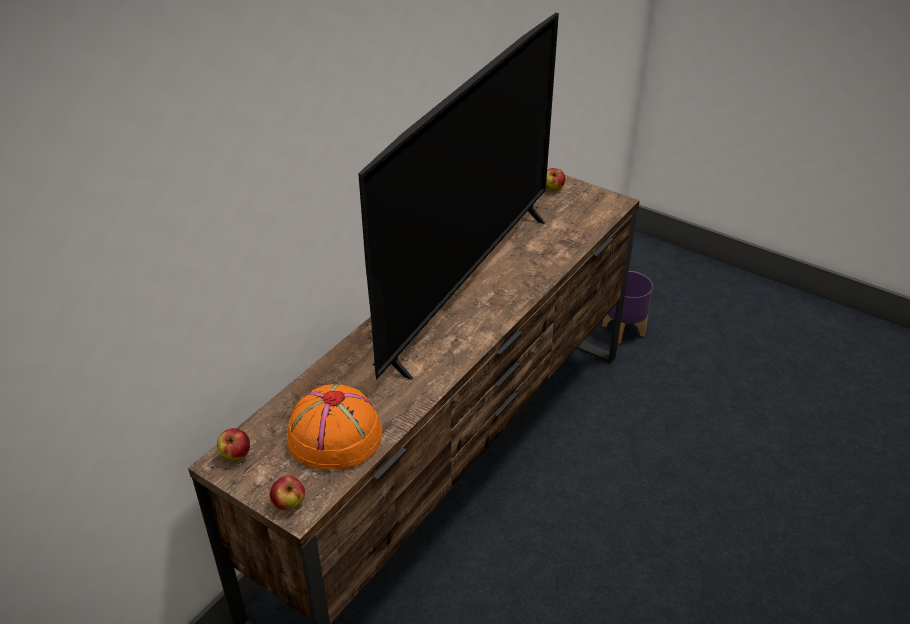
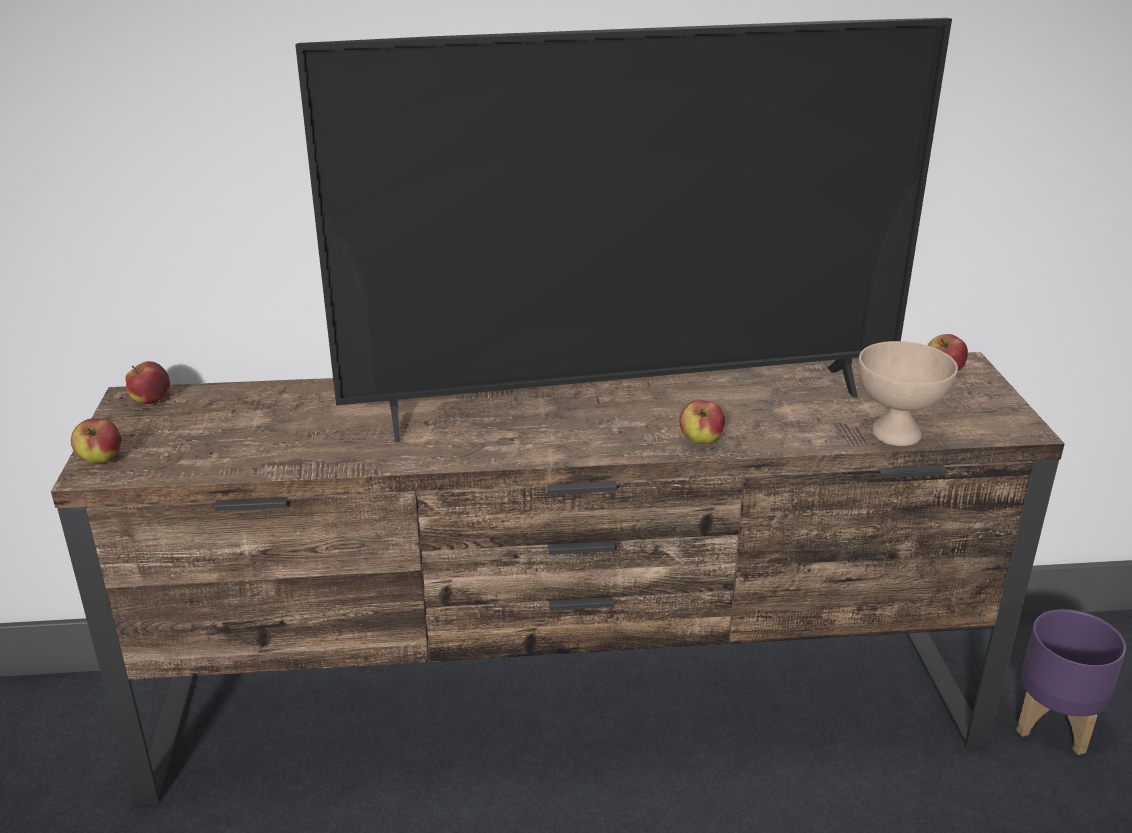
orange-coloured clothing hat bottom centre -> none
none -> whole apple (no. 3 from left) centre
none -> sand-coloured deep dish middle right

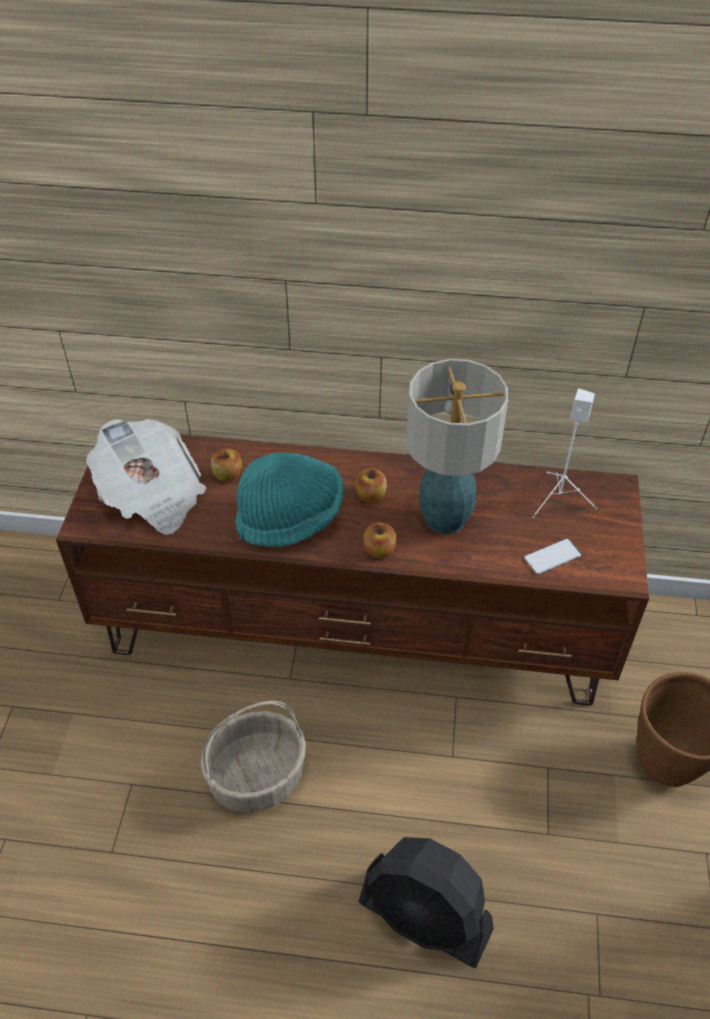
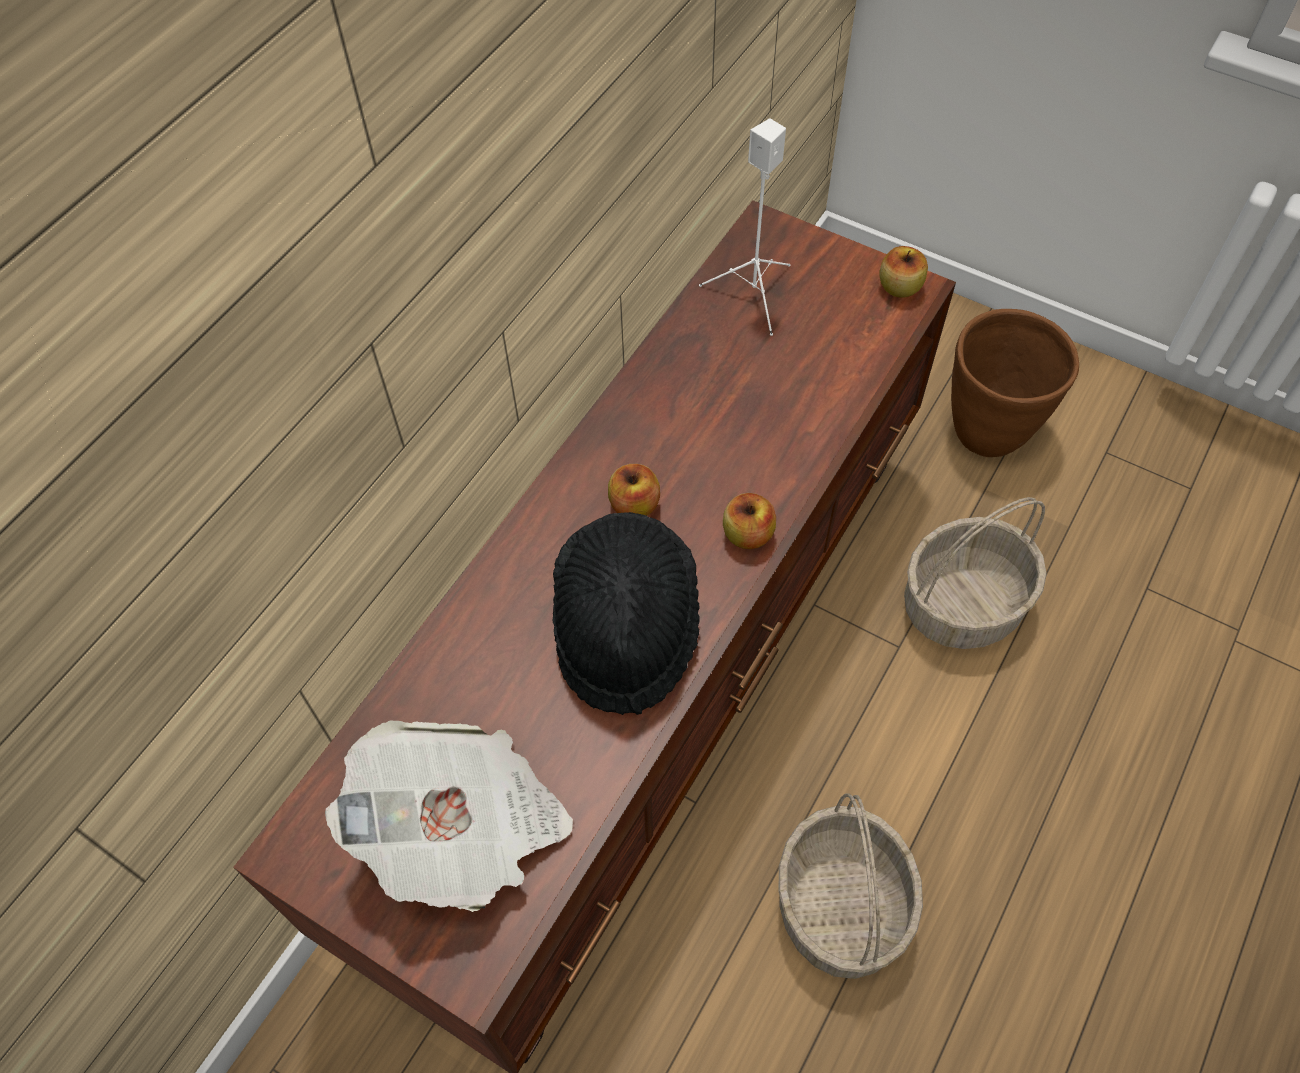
whole apple (no. 1 from left in the first image) middle left -> whole apple (no. 3 from left) top right, shifted
turquoise clothing hat centre -> black clothing hat centre
black cooling fan bottom centre -> none
tabletop lamp centre -> none
phone middle right -> none
none -> storage basket (no. 2 from left) middle right

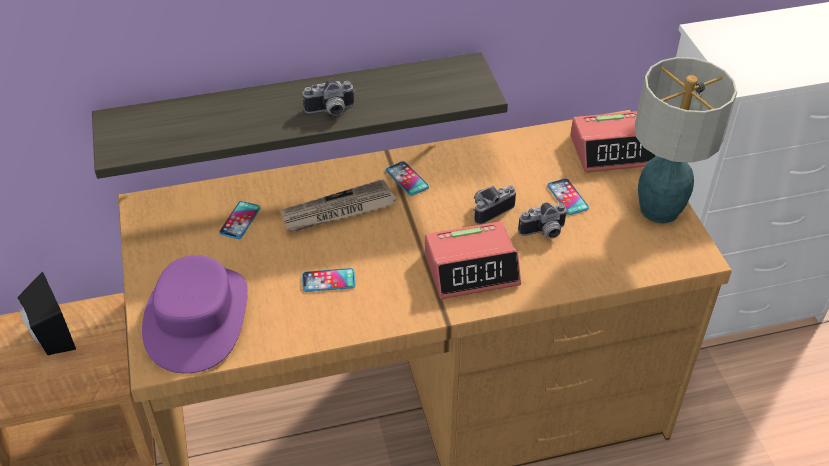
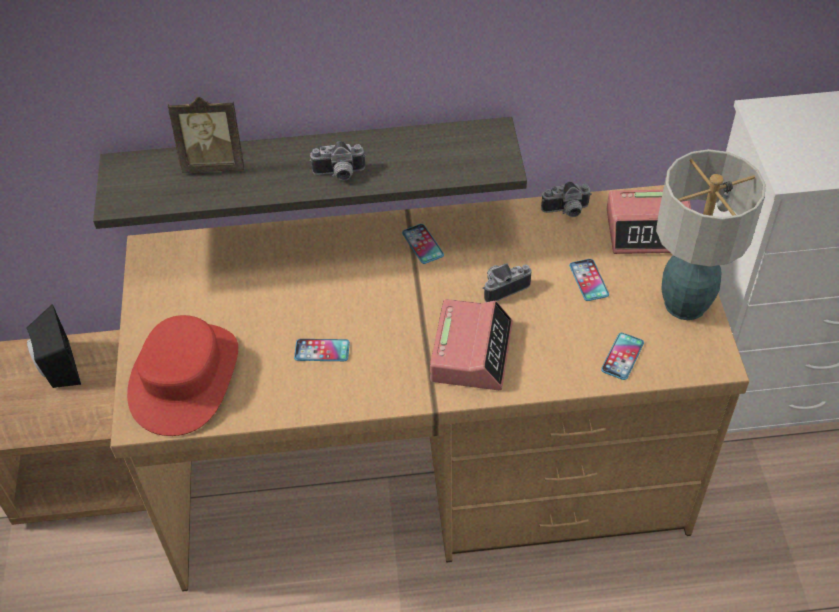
purplish clothing hat bottom left -> red clothing hat middle left
phone (no. 1 from left in the first image) middle left -> phone (no. 4 from left) middle right, shifted
newspaper centre -> none
bedside clock (no. 1 from left) centre, 75 degrees counterclockwise
photo camera (no. 3 from left) centre -> photo camera (no. 3 from left) top right, shifted
none -> picture frame top left

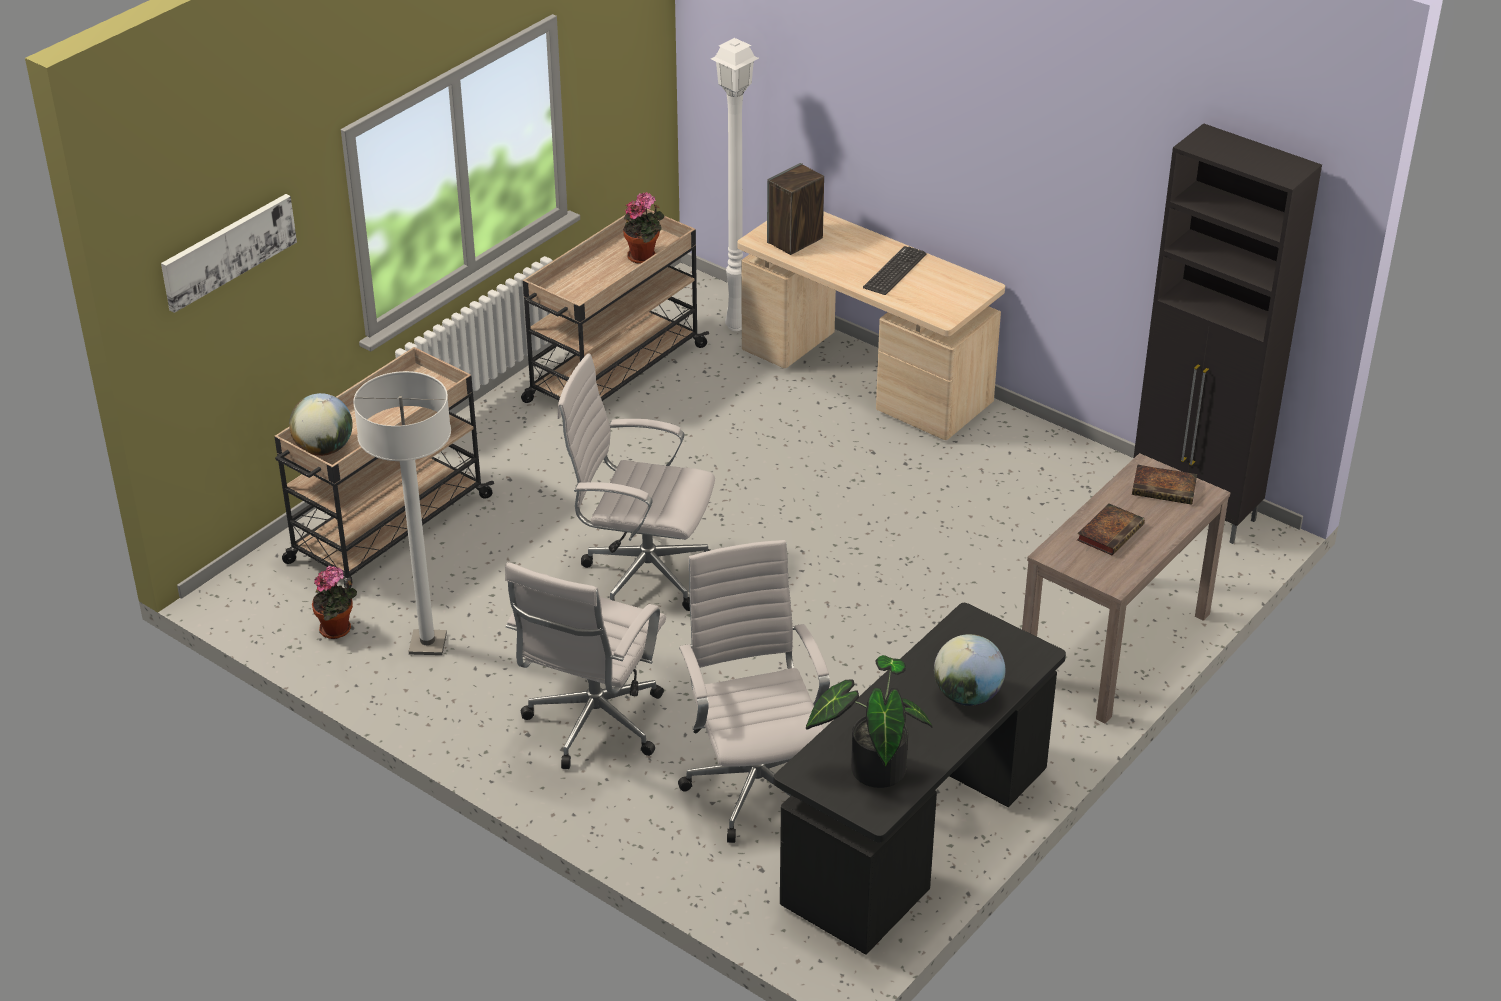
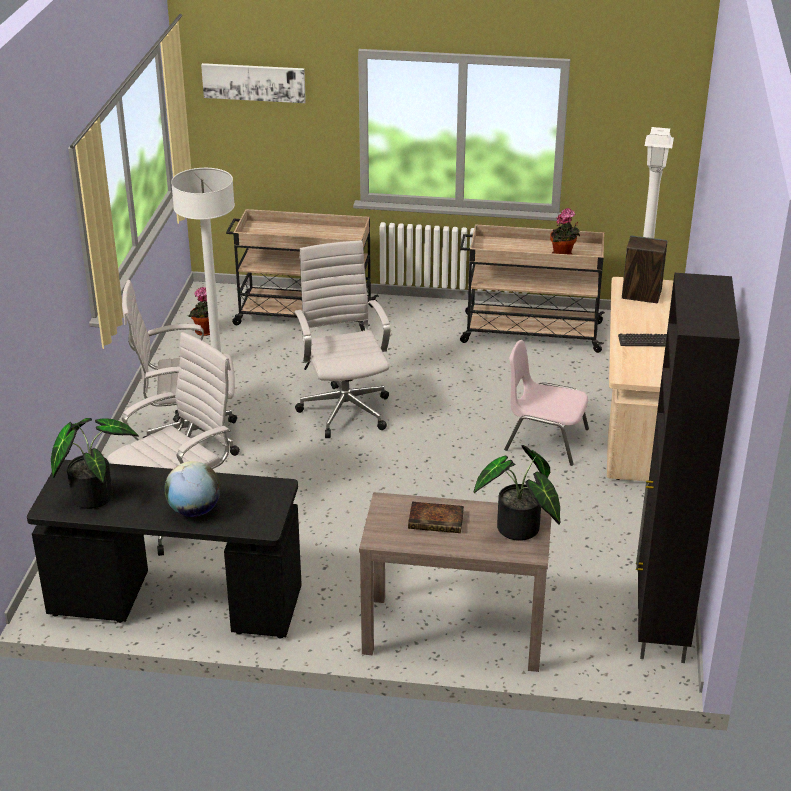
desk globe (no. 1 from left) middle left -> none
book (no. 2 from left) middle right -> houseplant (no. 3 from left) centre
none -> pinkish plain chair middle right

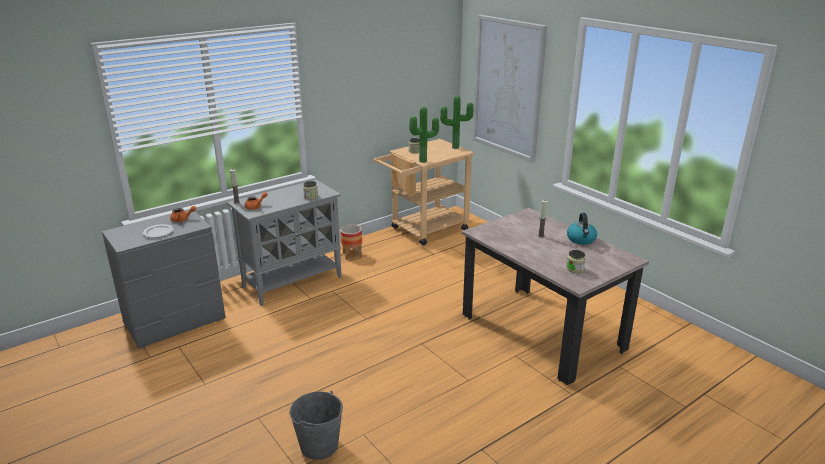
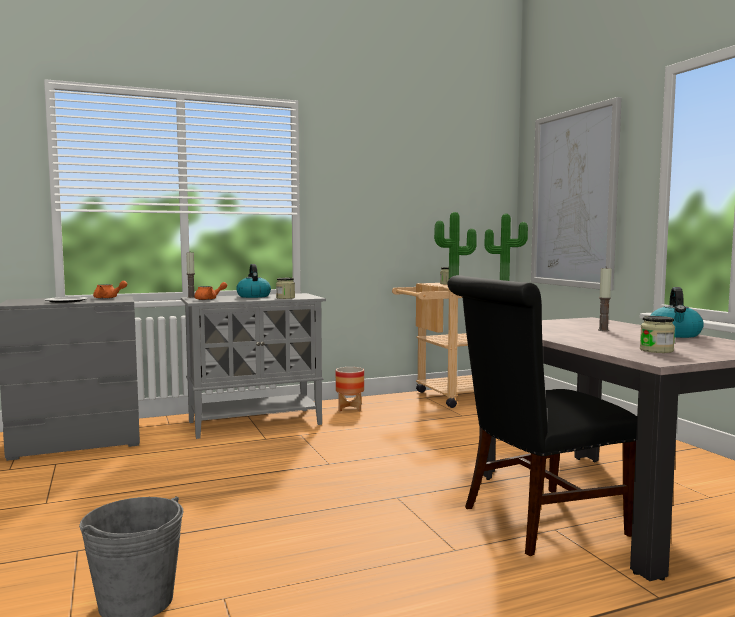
none -> water kettle (no. 1 from left) centre
none -> black plain chair bottom right

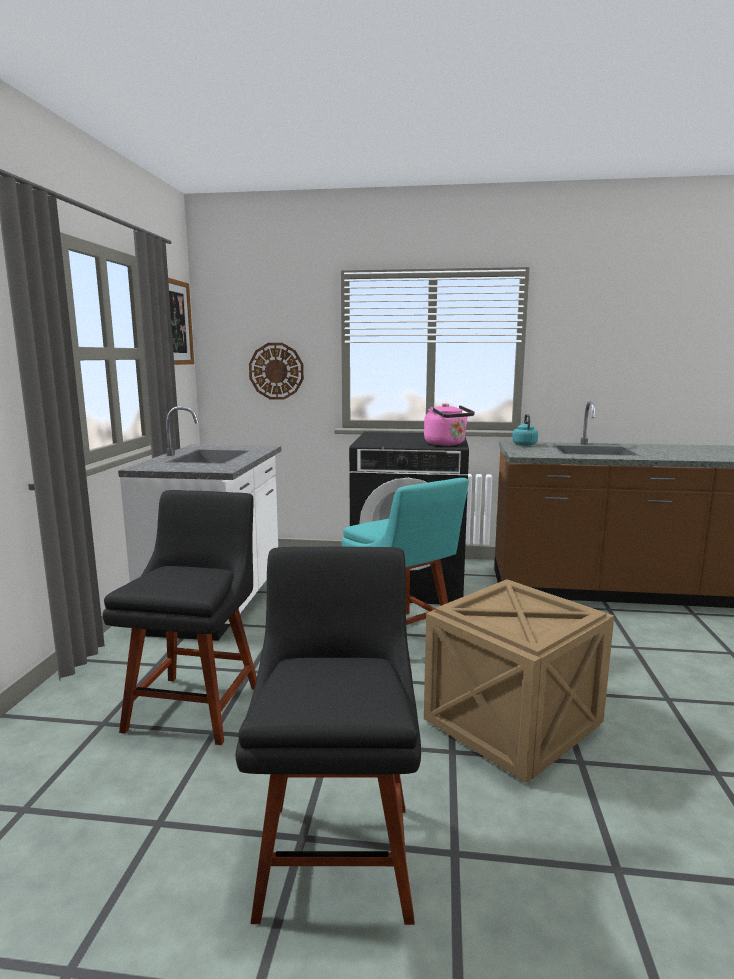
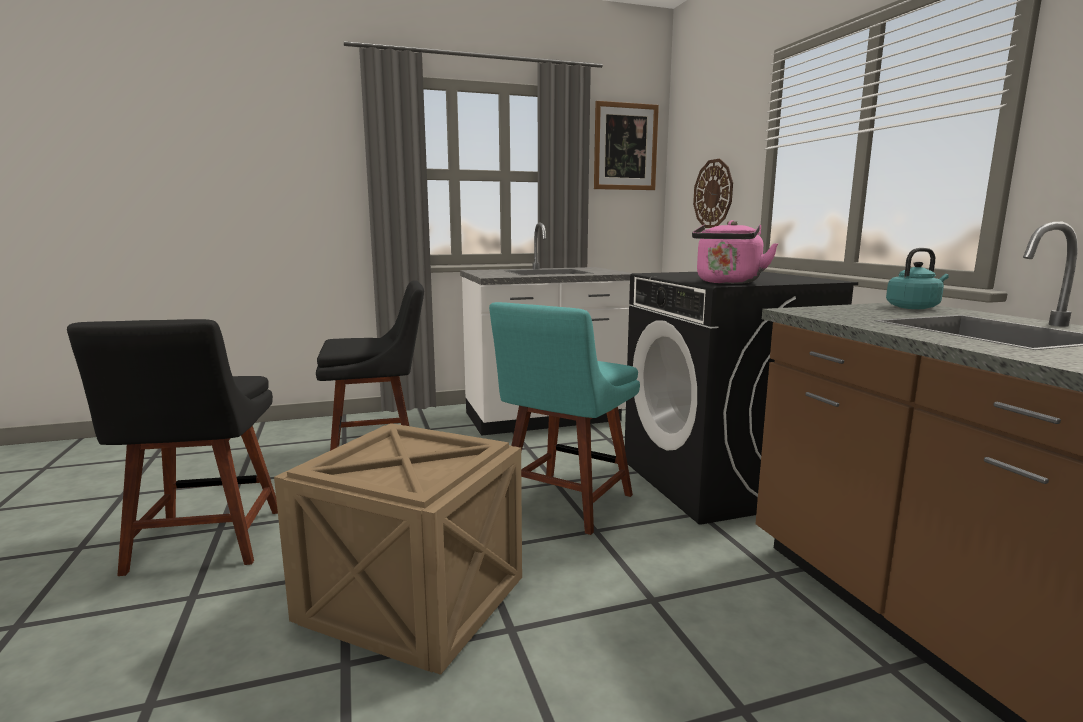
black plain chair (no. 2 from left in the first image) bottom centre -> black plain chair (no. 1 from left) middle left, 105 degrees clockwise

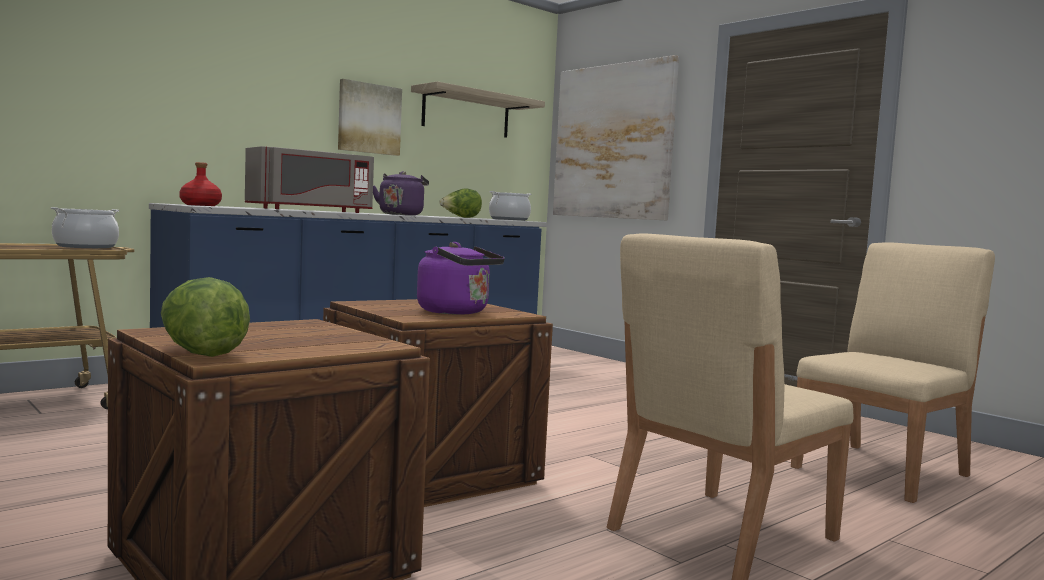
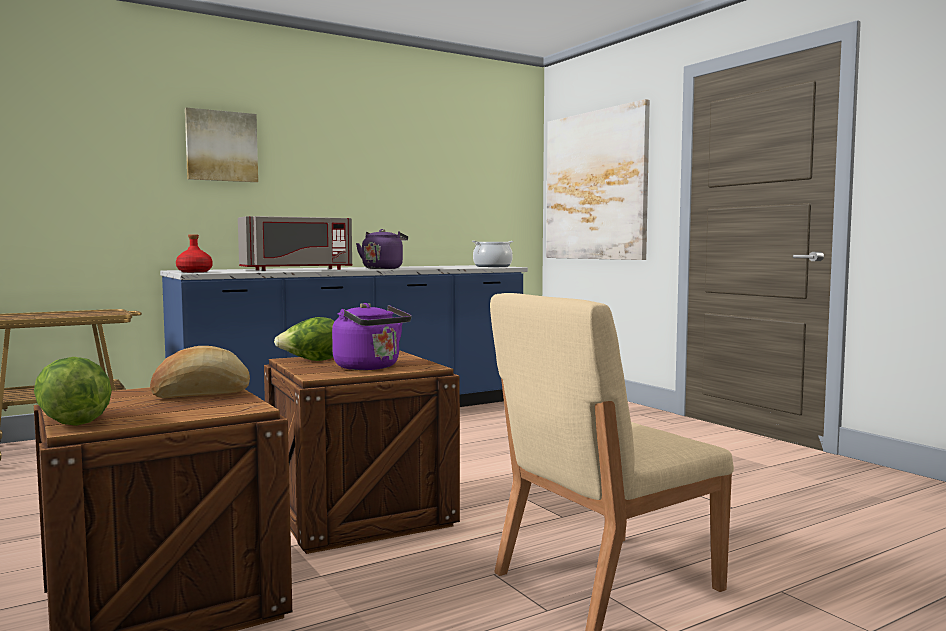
cooking pot (no. 1 from left) middle left -> none
wall art (no. 1 from left) top centre -> wall art (no. 1 from left) top left, shifted
wall shelf top centre -> none
lettuce head (no. 2 from left) centre -> lettuce head (no. 2 from left) middle left, shifted
sand-coloured plain chair (no. 2 from left) middle right -> none
none -> baked bread middle left

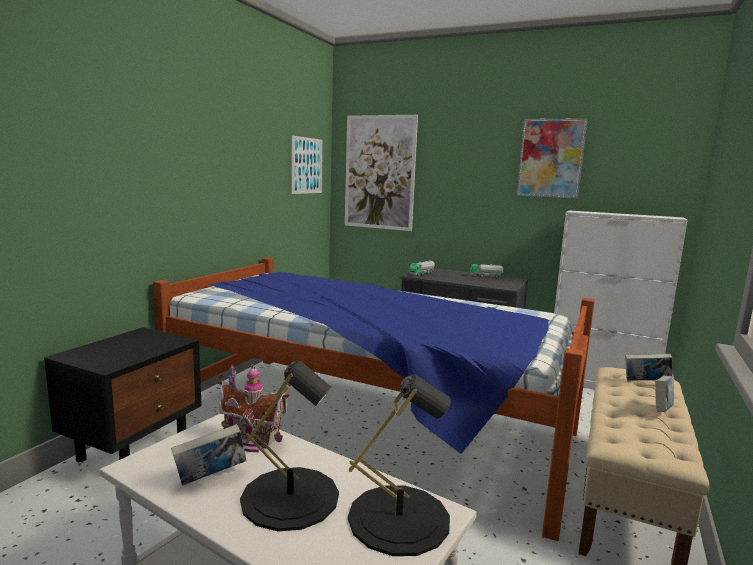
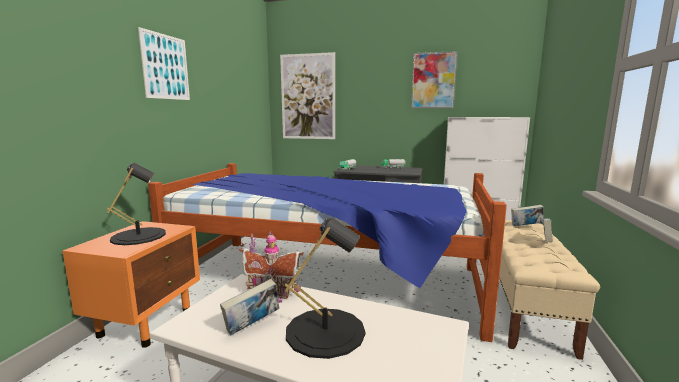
black bedside table bottom left -> orange-coloured bedside table bottom left
wall art (no. 1 from left) top centre -> wall art (no. 1 from left) top left, shifted
black tabletop lamp (no. 2 from left in the first image) bottom centre -> black tabletop lamp (no. 1 from left) middle left, shifted

